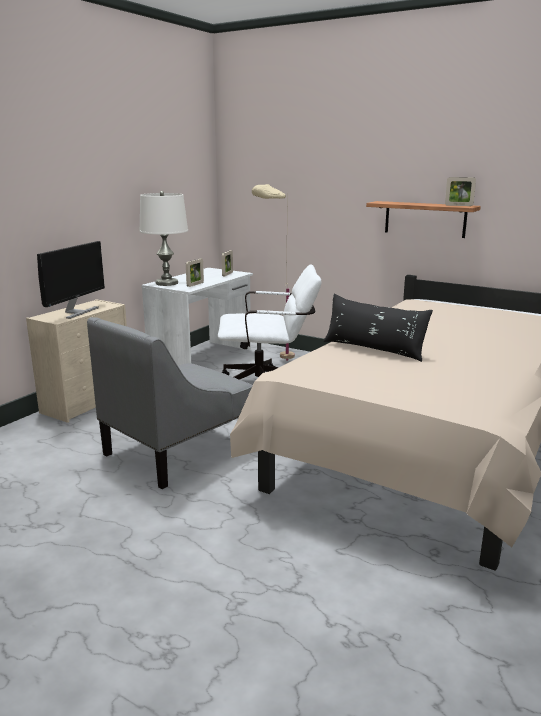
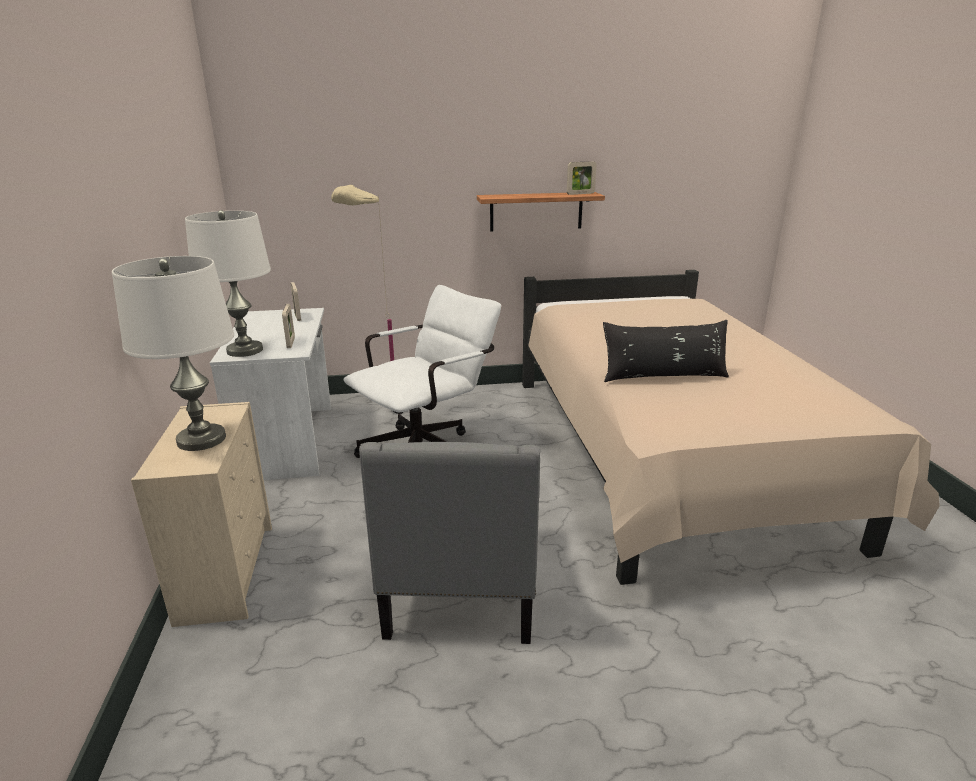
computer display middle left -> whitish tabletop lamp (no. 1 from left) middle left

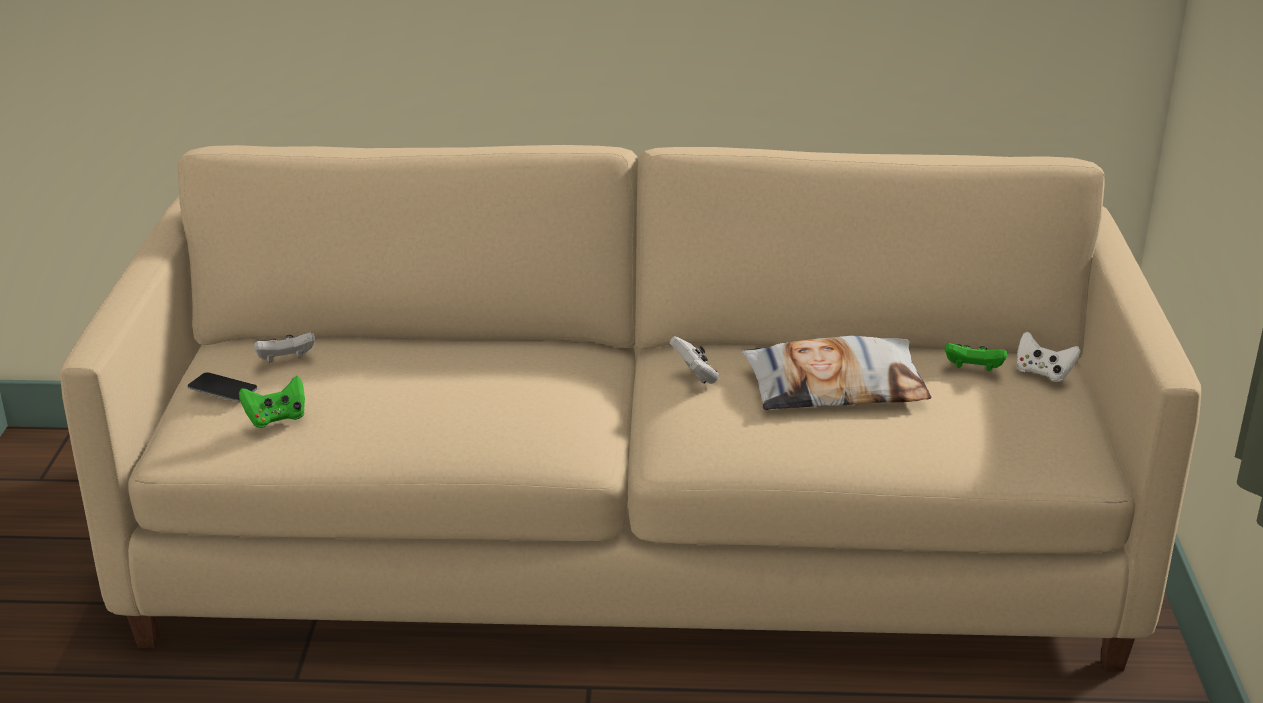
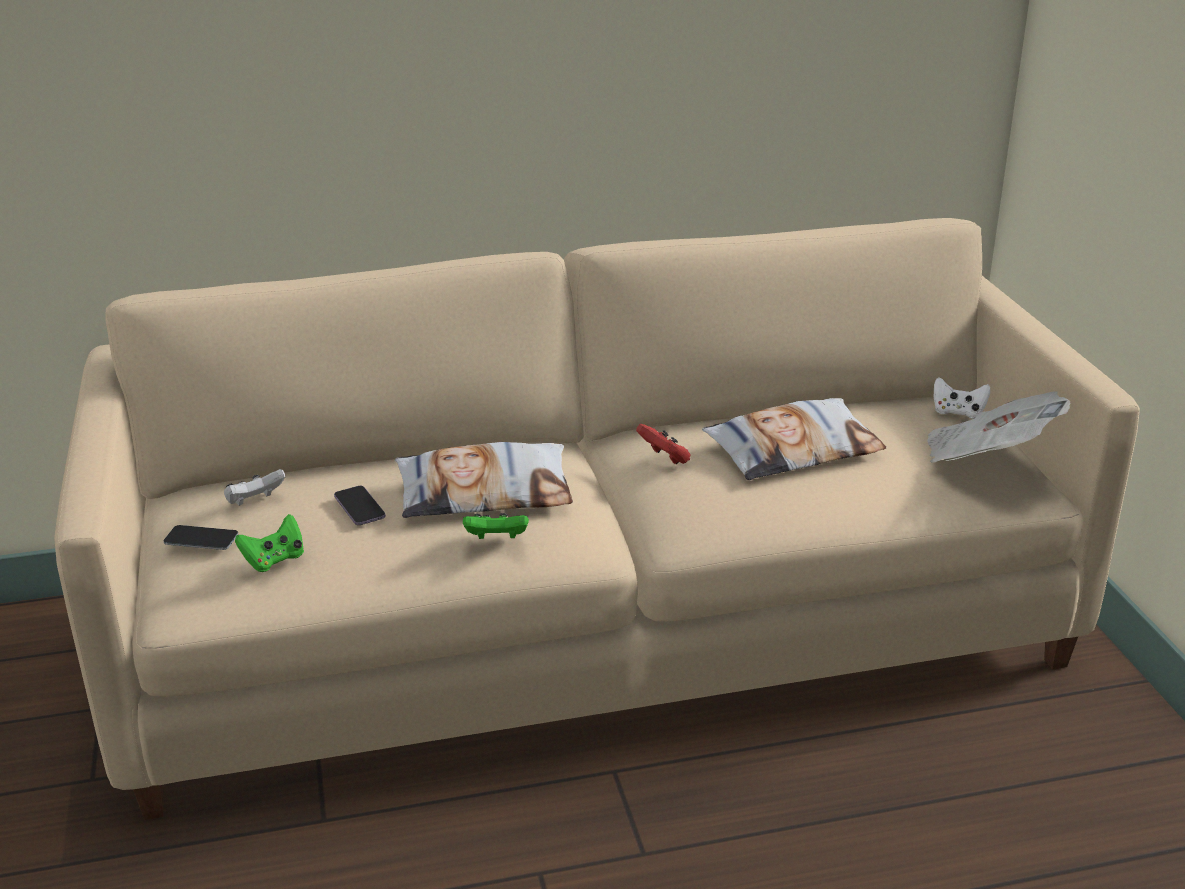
whitish game controller (no. 2 from left) centre -> red game controller centre
greenish game controller (no. 2 from left) middle right -> greenish game controller (no. 2 from left) centre, shifted
none -> phone (no. 2 from left) middle left
none -> throw pillow (no. 1 from left) centre
none -> newspaper middle right

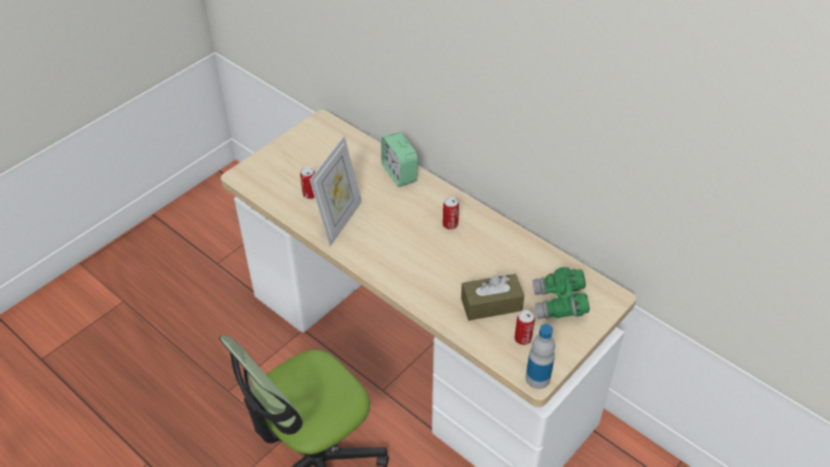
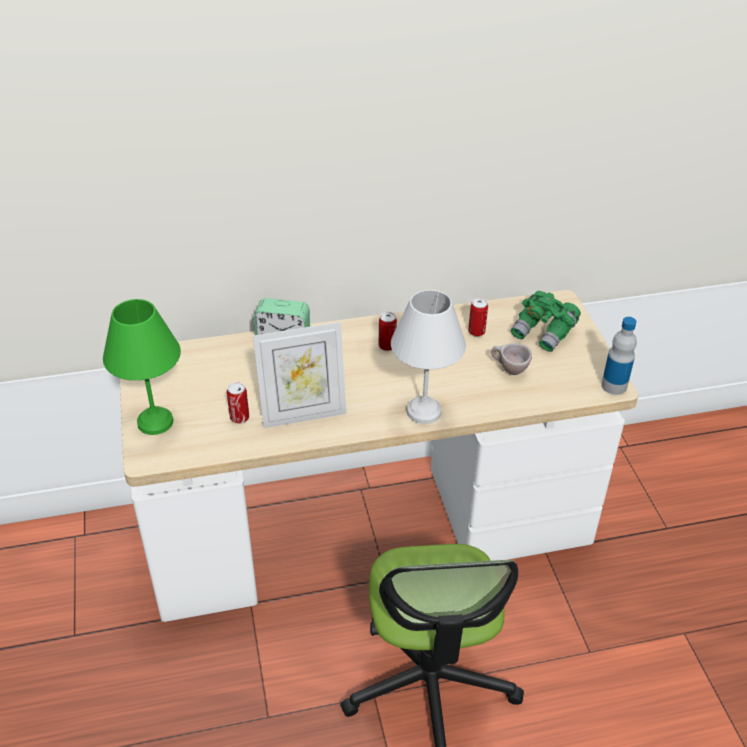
picture frame centre, 105 degrees clockwise
brown tissue box centre -> sand-coloured drinking cup middle right
can (no. 3 from left) bottom centre -> can (no. 3 from left) centre, shifted
none -> greenish tabletop lamp middle left
none -> whitish tabletop lamp centre

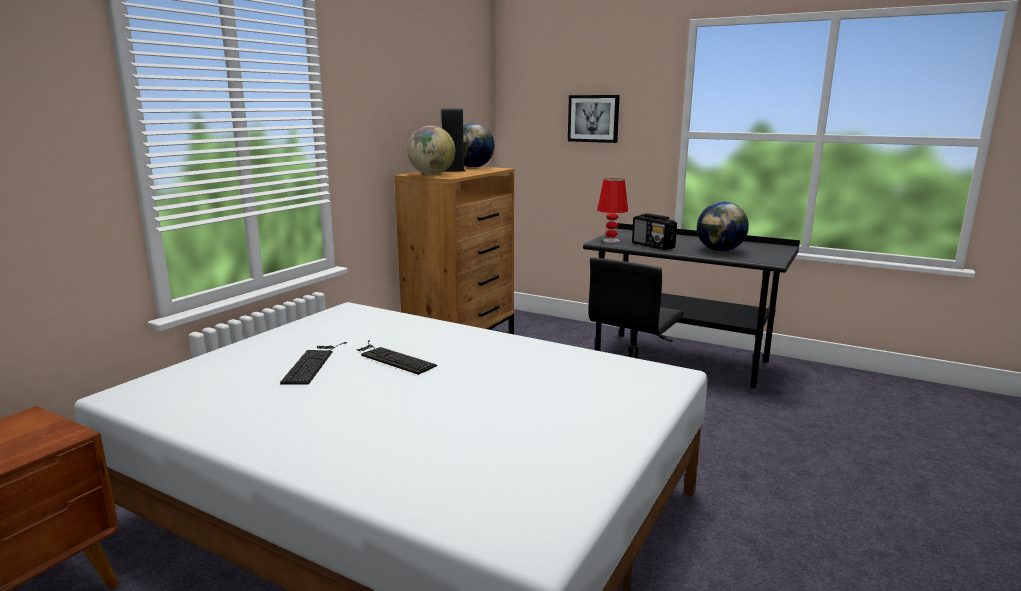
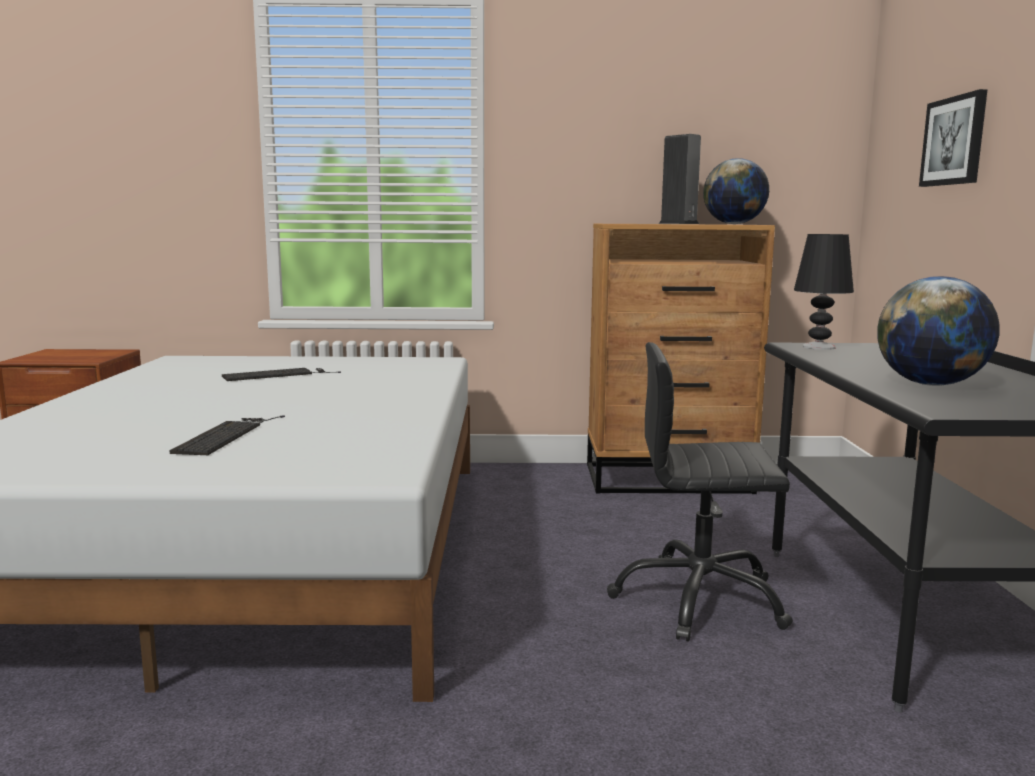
computer keyboard (no. 2 from left in the first image) centre -> computer keyboard (no. 1 from left) middle left, shifted
desk globe (no. 1 from left) top centre -> none
red tabletop lamp centre -> black tabletop lamp middle right
radio set centre -> none

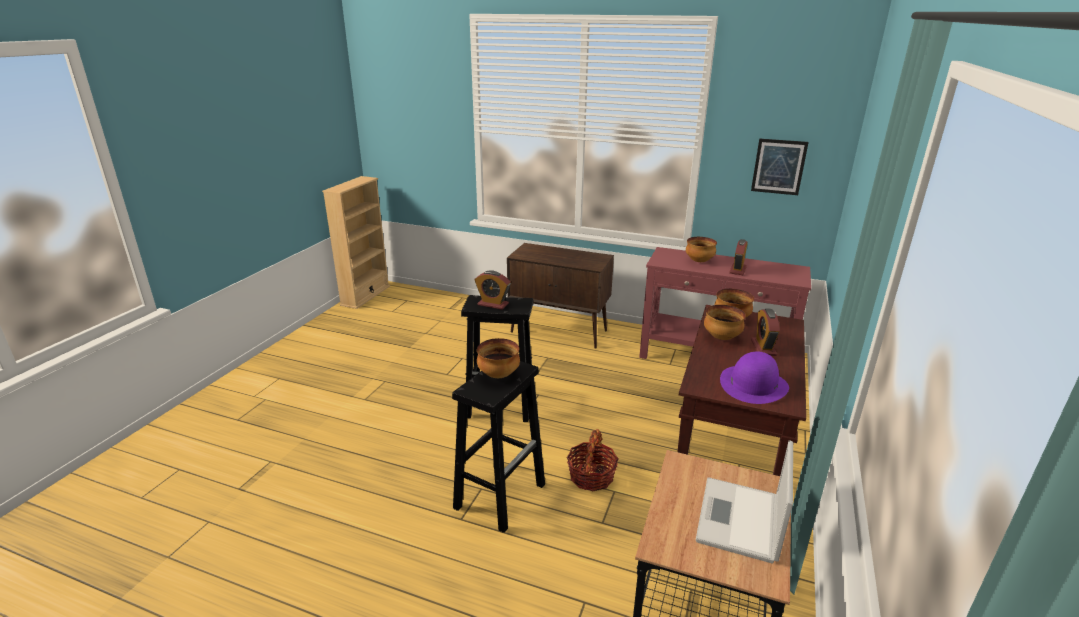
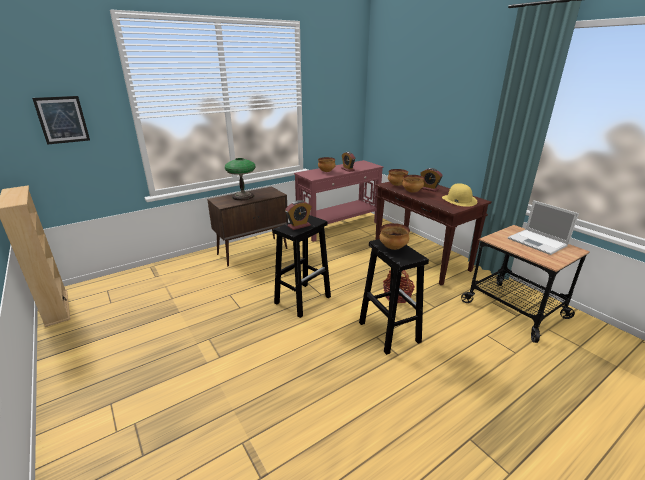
purplish clothing hat middle right -> yellowish clothing hat middle right
wall art top right -> wall art top left, shifted
none -> tabletop lamp centre

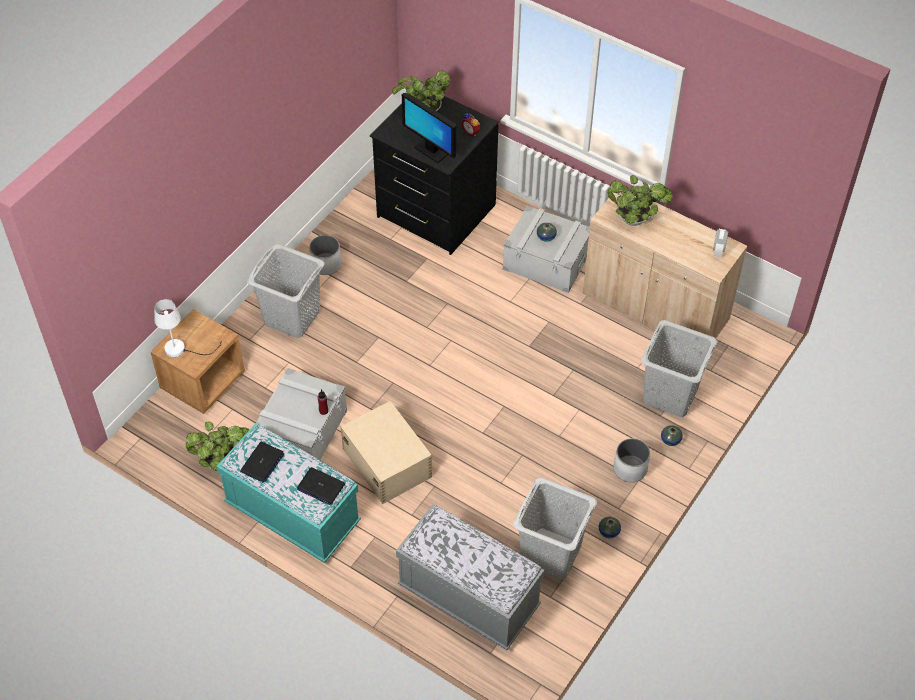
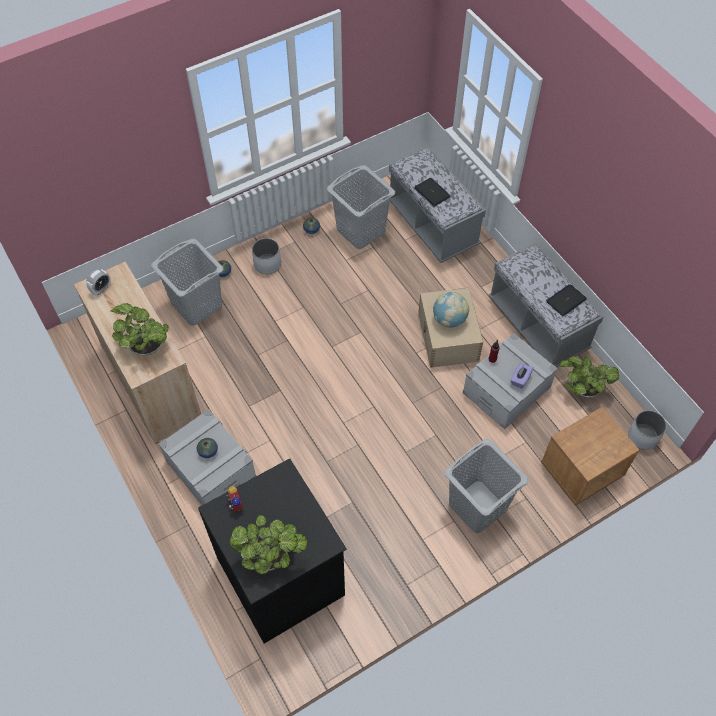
whitish tabletop lamp middle left -> none
turquoise long seat bottom left -> gray long seat (no. 2 from left) middle right
portable computer (no. 2 from left in the first image) bottom centre -> portable computer (no. 1 from left) top centre, shifted
whitish plant pot (no. 1 from left in the first image) centre -> whitish plant pot (no. 2 from left) middle right, shifted
computer display top centre -> none
none -> desk globe centre
none -> purplish tissue box middle right

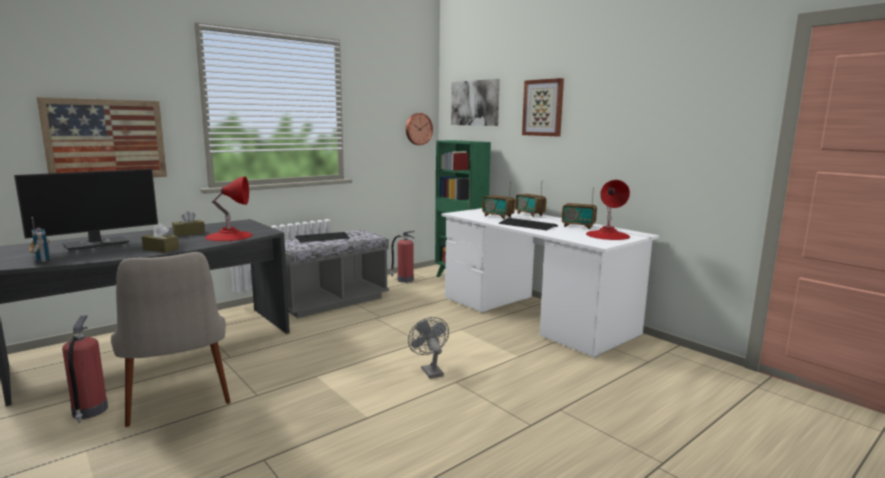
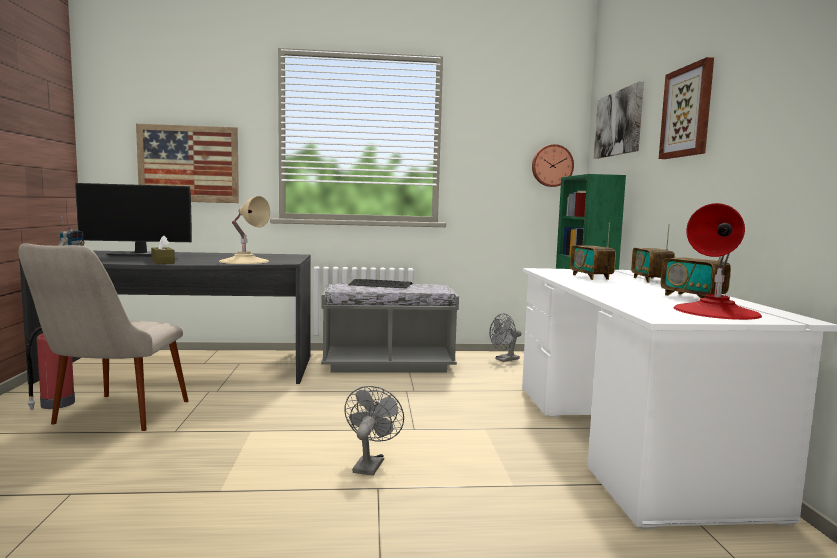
brown tissue box (no. 2 from left) middle left -> none
red tabletop lamp (no. 1 from left) middle left -> sand-coloured tabletop lamp middle left
fire-fighting cylinder (no. 2 from left) centre -> gray cooling fan (no. 2 from left) centre
computer keyboard (no. 2 from left) centre -> none

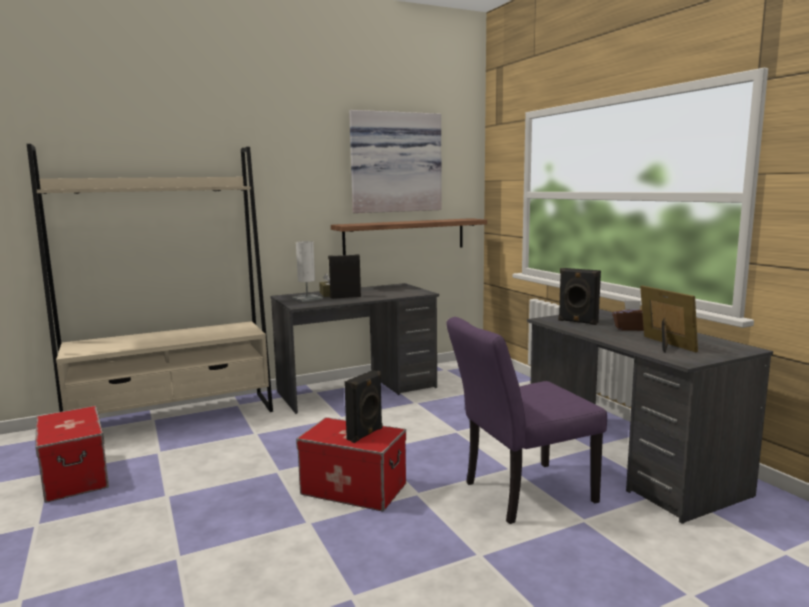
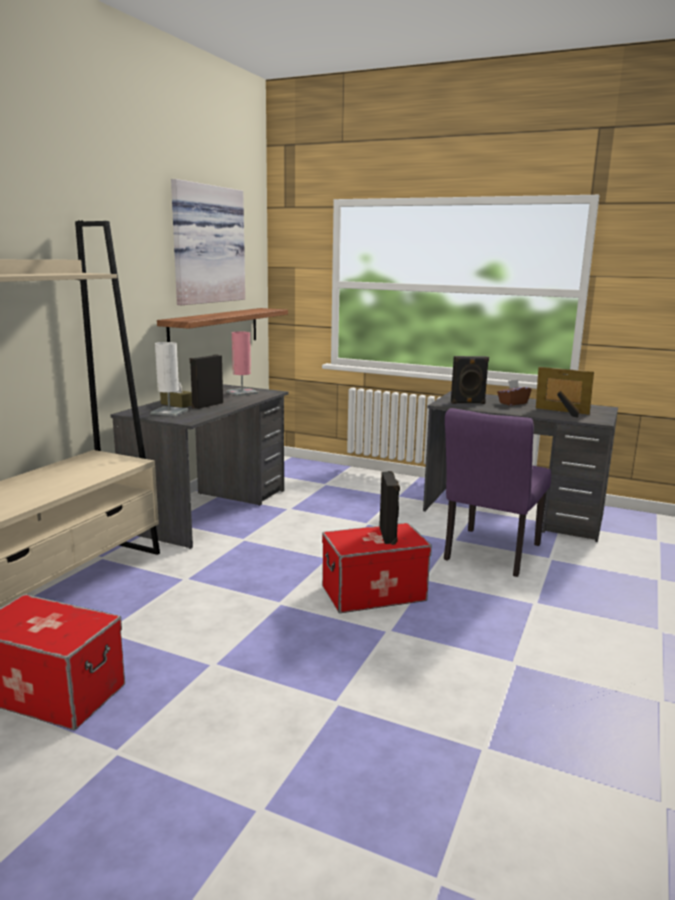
none -> pinkish tabletop lamp centre

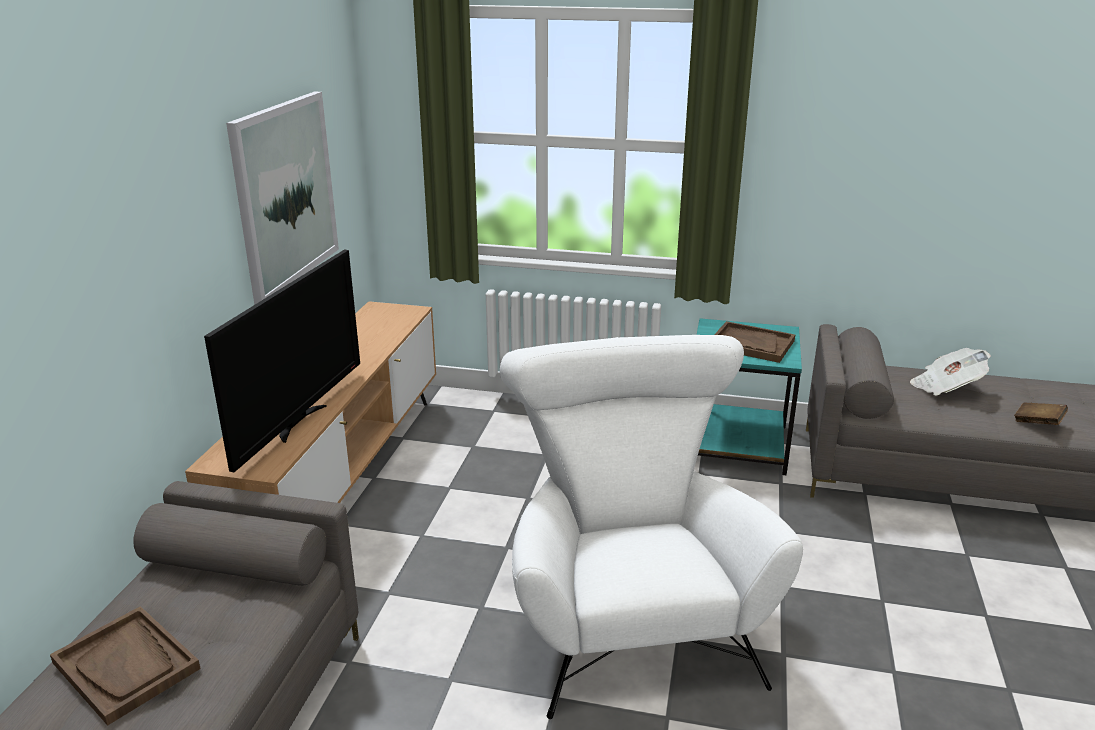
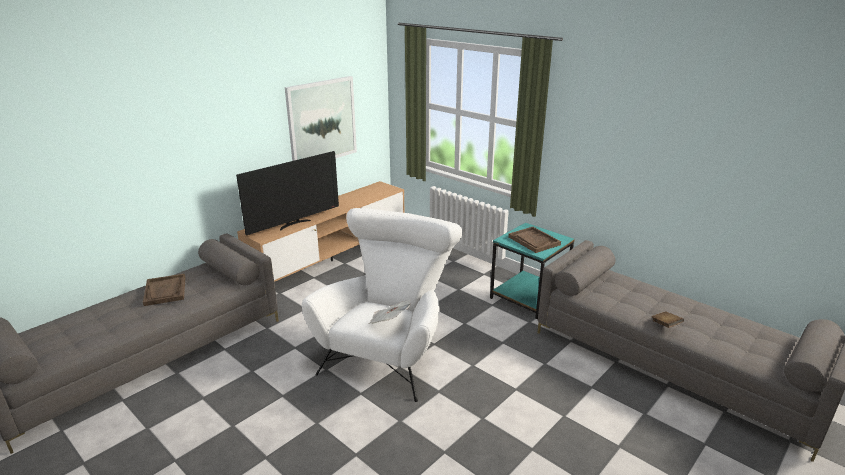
newspaper middle right -> newspaper centre, shifted

